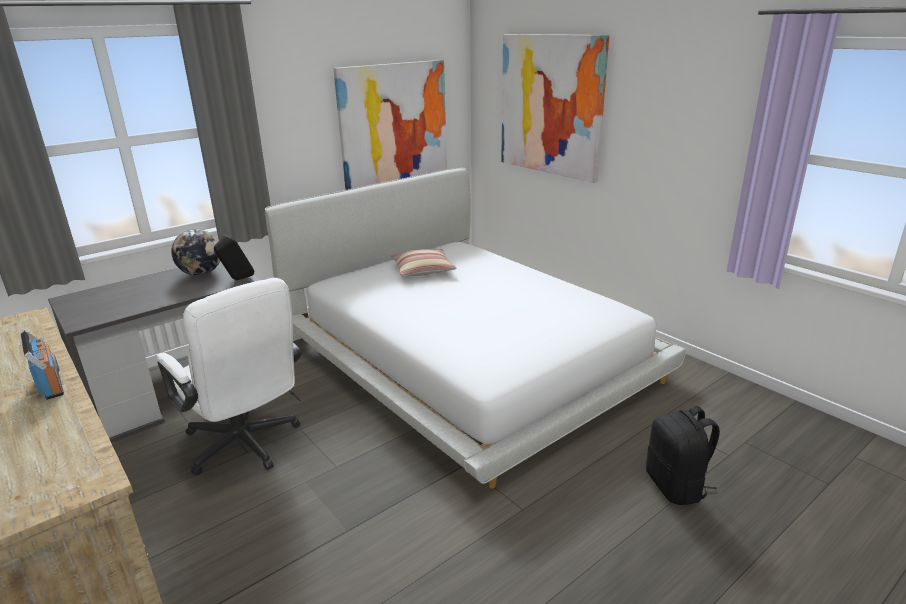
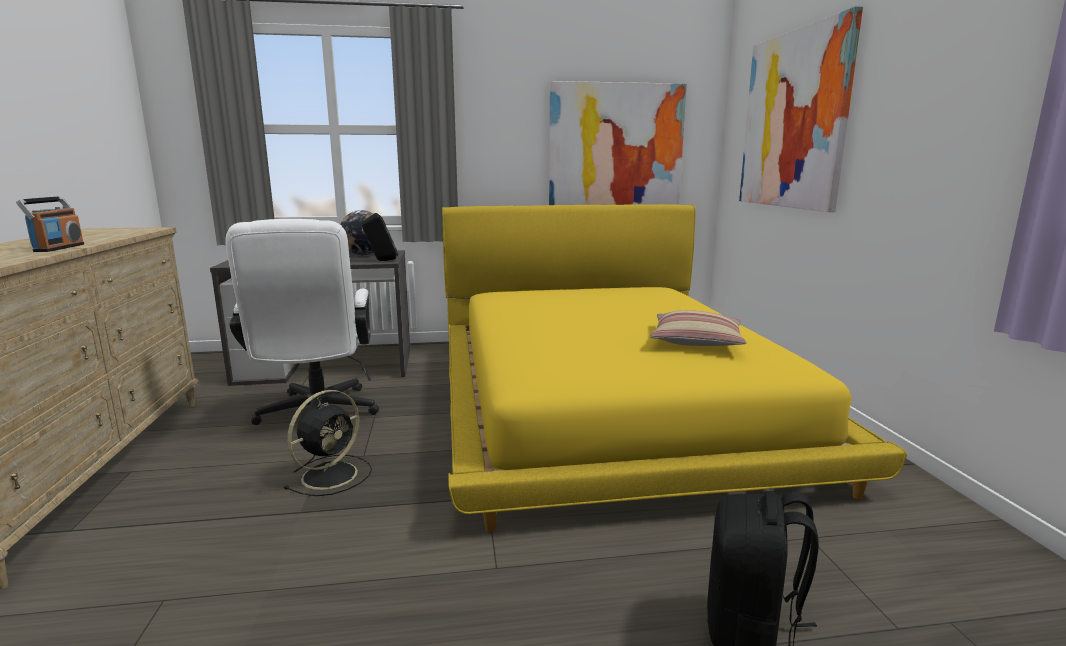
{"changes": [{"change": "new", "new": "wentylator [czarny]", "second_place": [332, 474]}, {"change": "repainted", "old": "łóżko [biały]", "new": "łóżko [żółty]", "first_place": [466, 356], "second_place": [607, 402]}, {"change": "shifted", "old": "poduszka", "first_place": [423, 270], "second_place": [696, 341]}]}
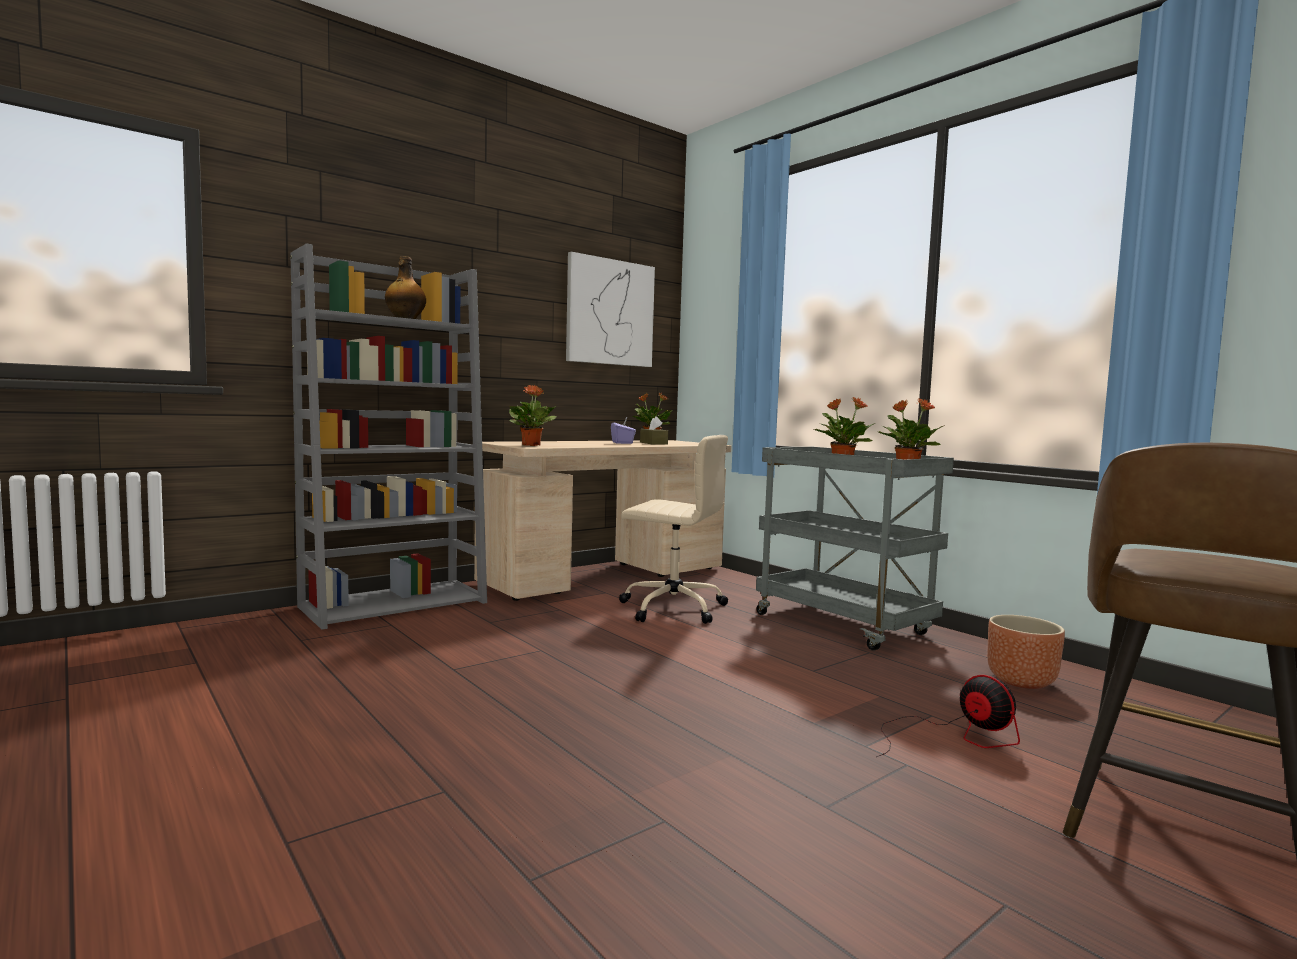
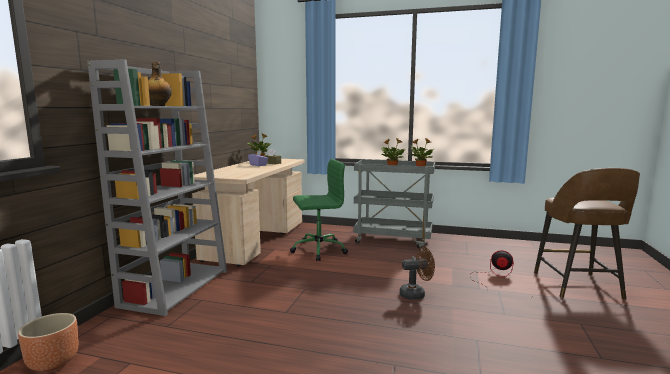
{"changes": [{"change": "shifted", "old": "donica [brązowy]", "first_place": [1020, 681], "second_place": [52, 363]}, {"change": "repainted", "old": "krzesło biurowe [beżowy]", "new": "krzesło biurowe [zielony]", "first_place": [671, 608], "second_place": [318, 250]}, {"change": "new", "new": "wentylator [brązowy]", "second_place": [416, 294]}, {"change": "gone", "old": "roślina doniczkowa", "first_place": [531, 445]}, {"change": "gone", "old": "obraz", "first_place": [610, 312]}]}
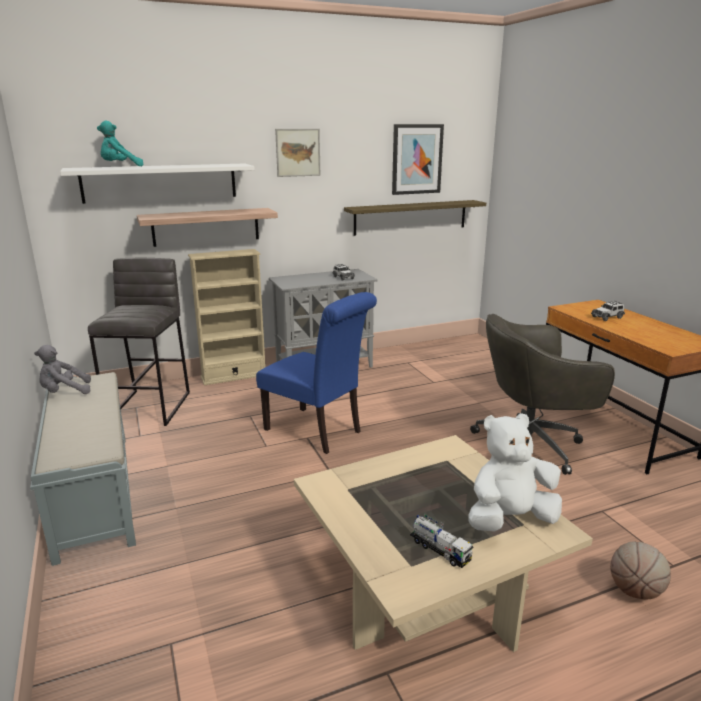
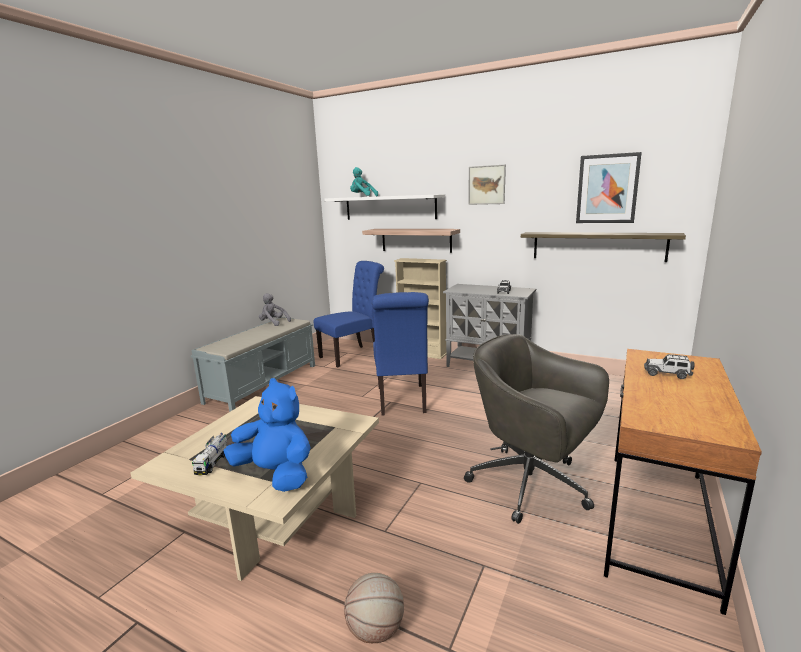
{"changes": [{"change": "repainted", "old": "pluszak [biały]", "new": "pluszak [niebieski]", "first_place": [509, 519], "second_place": [276, 474]}, {"change": "swapped", "old": "stołek [szary]", "new": "krzesło [niebieski]", "first_place": [150, 407], "second_place": [353, 355]}]}
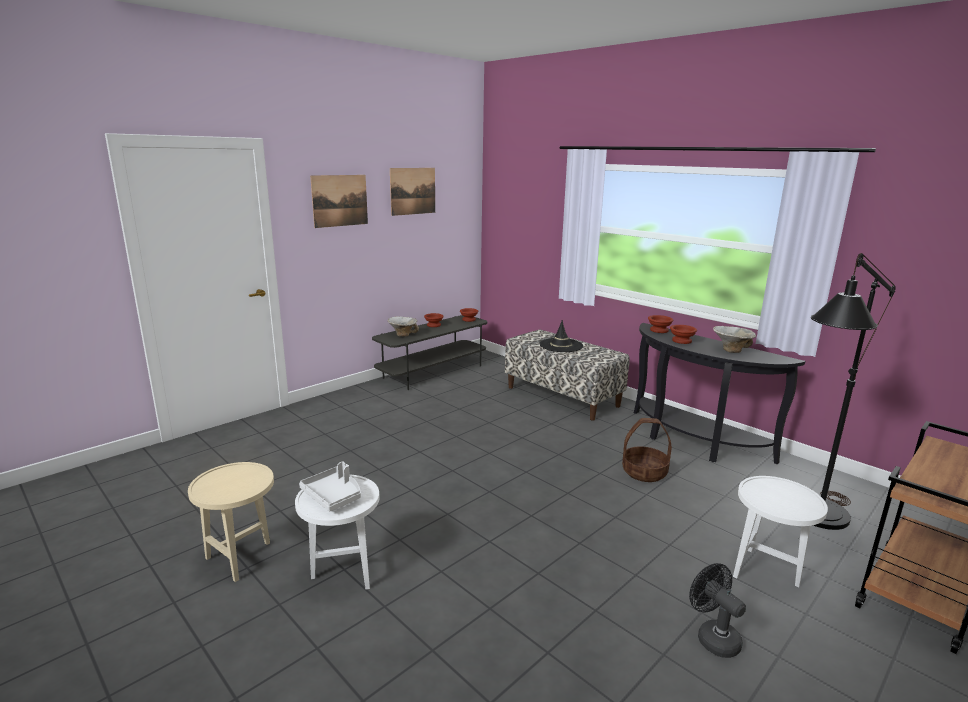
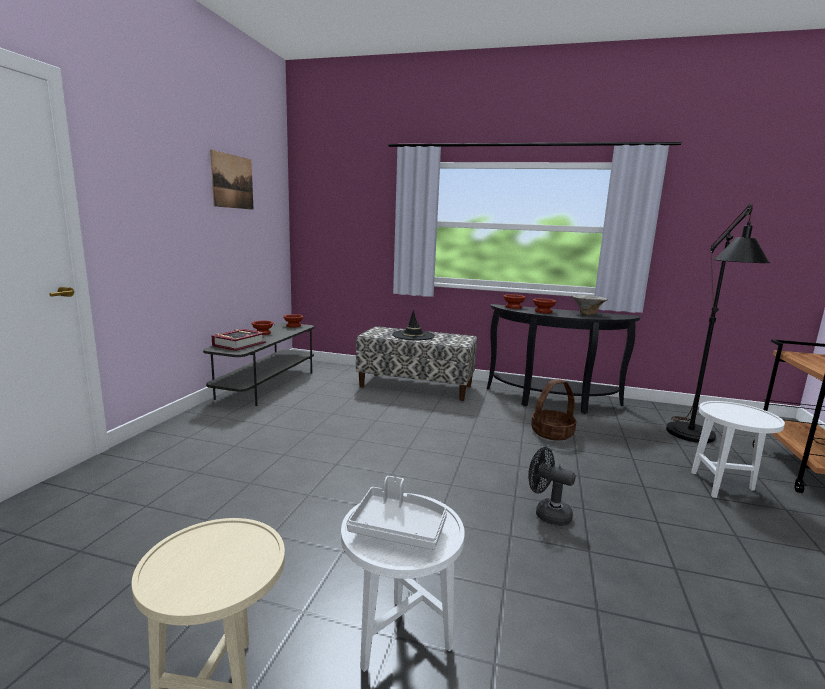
{"changes": [{"change": "swapped", "old": "miska", "new": "książka", "first_place": [403, 335], "second_place": [239, 344]}, {"change": "shifted", "old": "wentylator [czarny]", "first_place": [712, 637], "second_place": [547, 513]}, {"change": "gone", "old": "obraz", "first_place": [340, 200]}]}
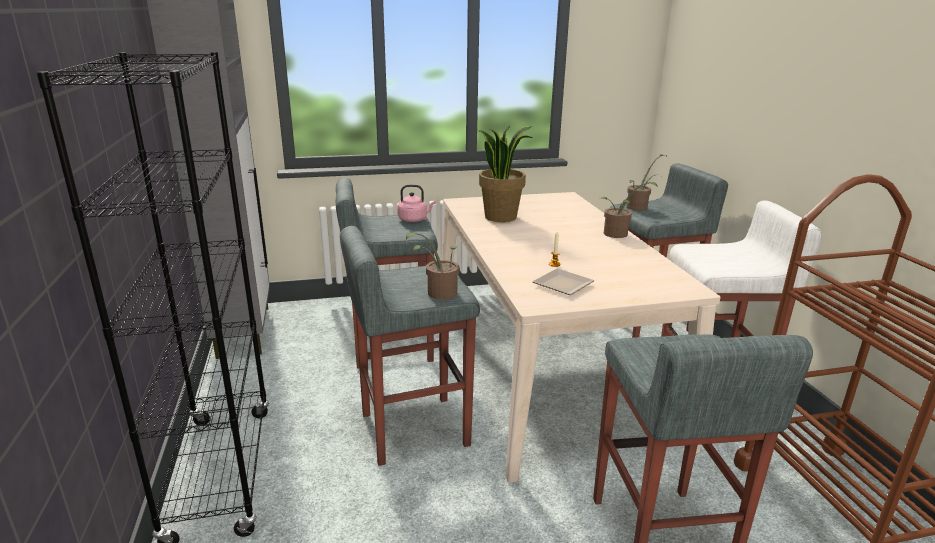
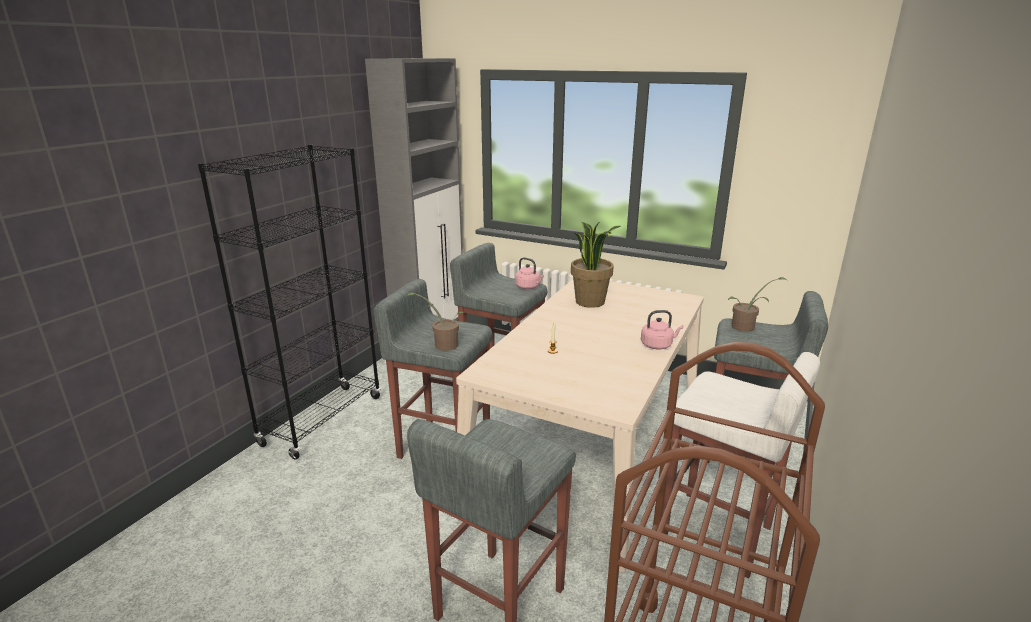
{"changes": [{"change": "swapped", "old": "roślina doniczkowa", "new": "czajnik [różowy]", "first_place": [618, 235], "second_place": [658, 345]}, {"change": "gone", "old": "talerz", "first_place": [563, 286]}]}
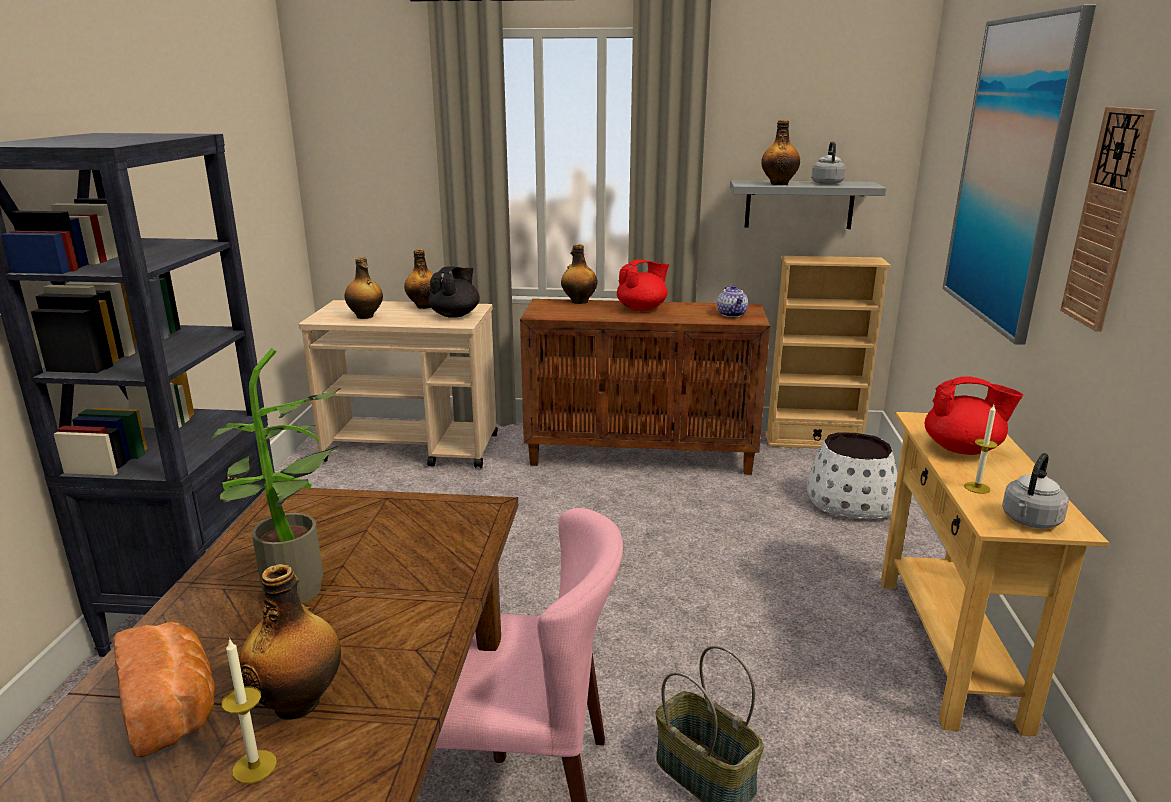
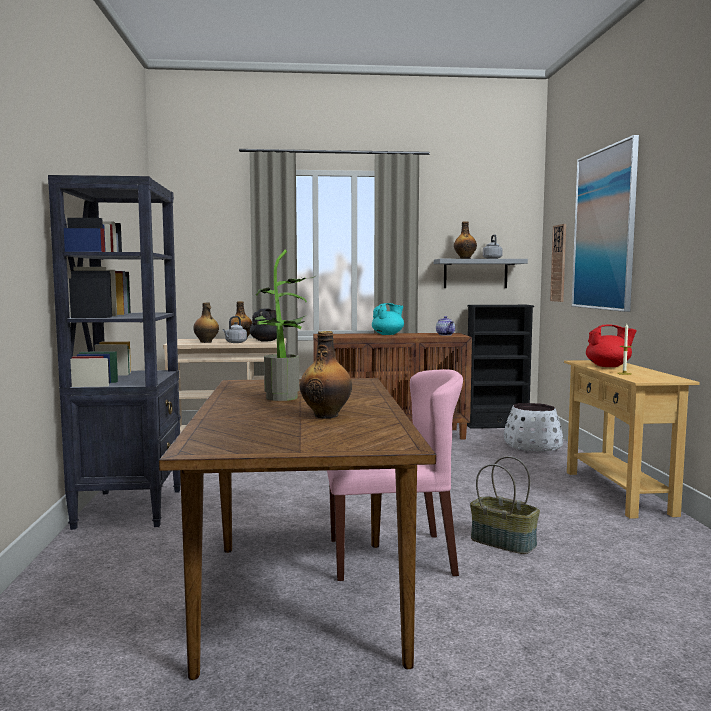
{"changes": [{"change": "shifted", "old": "czajnik [szary]", "first_place": [1029, 521], "second_place": [235, 342]}, {"change": "repainted", "old": "imbryk [czerwony]", "new": "imbryk [turkusowy]", "first_place": [642, 309], "second_place": [388, 334]}, {"change": "repainted", "old": "regał [beżowy]", "new": "regał [czarny]", "first_place": [813, 441], "second_place": [497, 425]}, {"change": "shifted", "old": "zegar ścienny", "first_place": [1106, 219], "second_place": [559, 263]}, {"change": "gone", "old": "chleb", "first_place": [173, 709]}, {"change": "gone", "old": "świeca", "first_place": [254, 767]}, {"change": "gone", "old": "butelka", "first_place": [579, 301]}]}
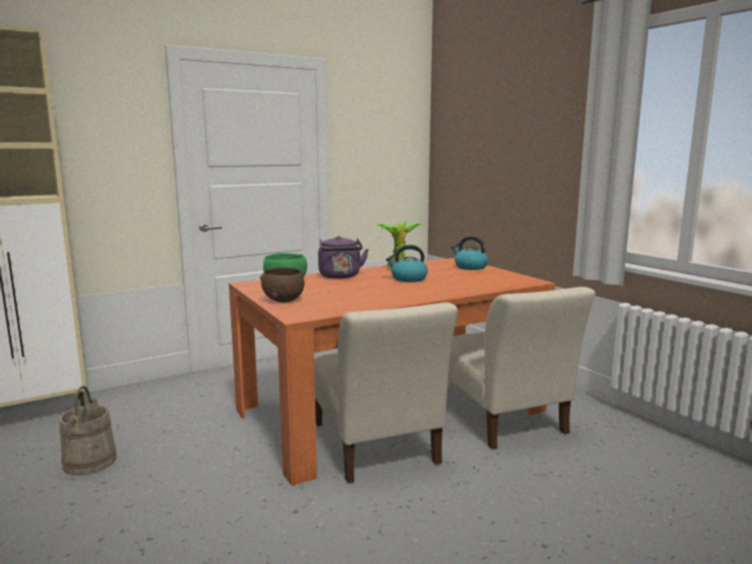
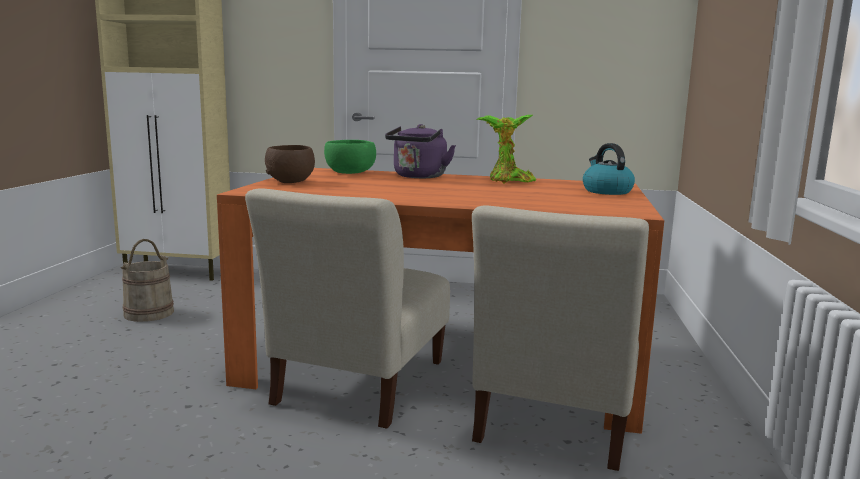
{"changes": [{"change": "gone", "old": "czajnik", "first_place": [408, 279]}]}
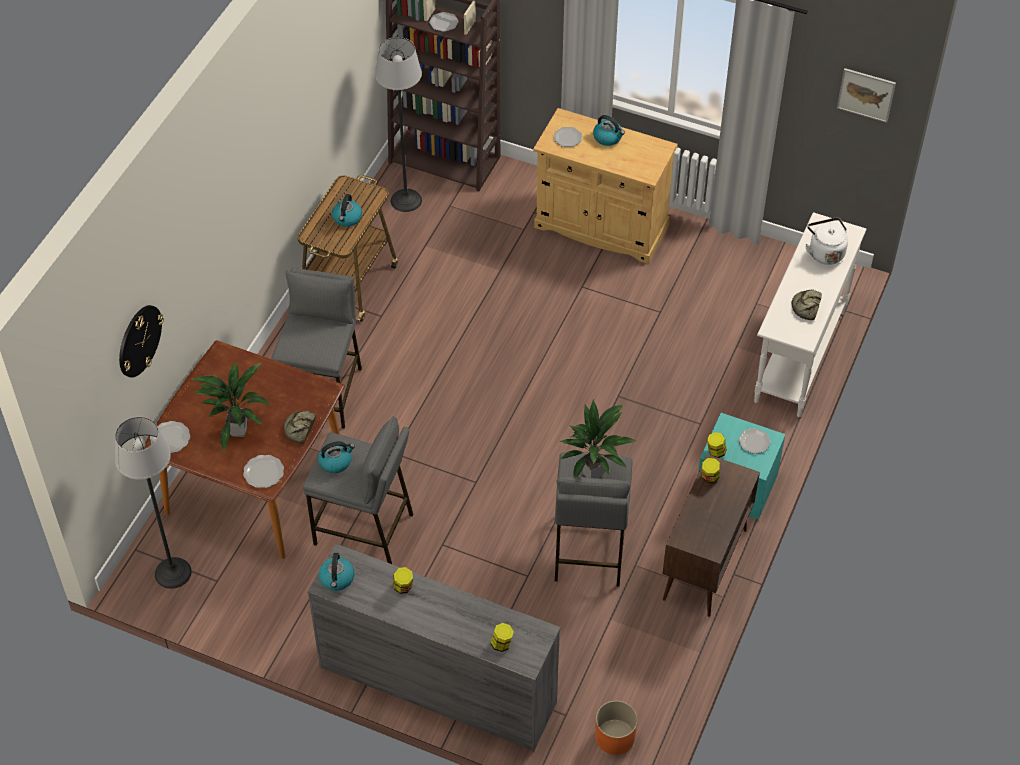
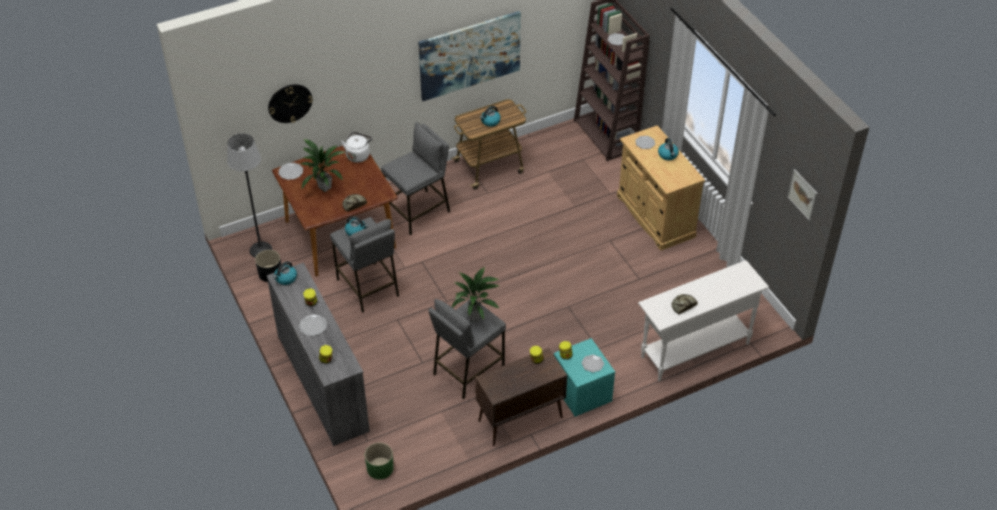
{"changes": [{"change": "new", "new": "donica [czarny]", "second_place": [270, 273]}, {"change": "shifted", "old": "talerz", "first_place": [264, 472], "second_place": [313, 326]}, {"change": "shifted", "old": "czajnik [biały]", "first_place": [825, 252], "second_place": [358, 155]}, {"change": "repainted", "old": "donica [pomarańczowy]", "new": "donica [zielony]", "first_place": [615, 737], "second_place": [380, 468]}, {"change": "new", "new": "obraz", "second_place": [469, 55]}, {"change": "gone", "old": "lampa stojąca", "first_place": [406, 200]}]}
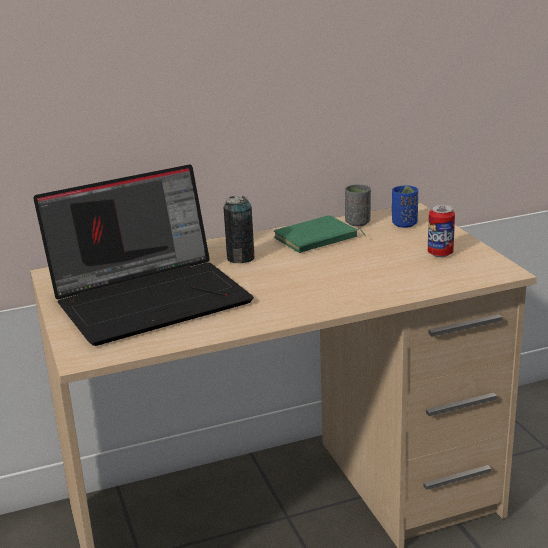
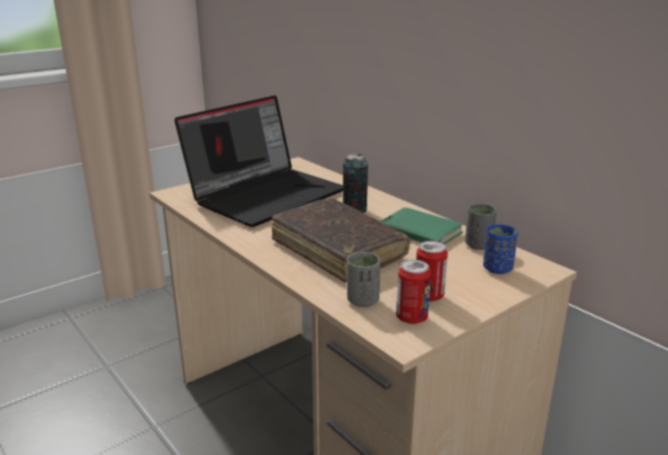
{"changes": [{"change": "rotated", "old": "laptop", "first_place": [152, 298], "second_place": [266, 195], "degrees": -90}, {"change": "new", "new": "książka [brązowy]", "second_place": [338, 250]}, {"change": "new", "new": "filiżanka [szary]", "second_place": [362, 301]}, {"change": "new", "new": "puszka", "second_place": [411, 318]}]}
